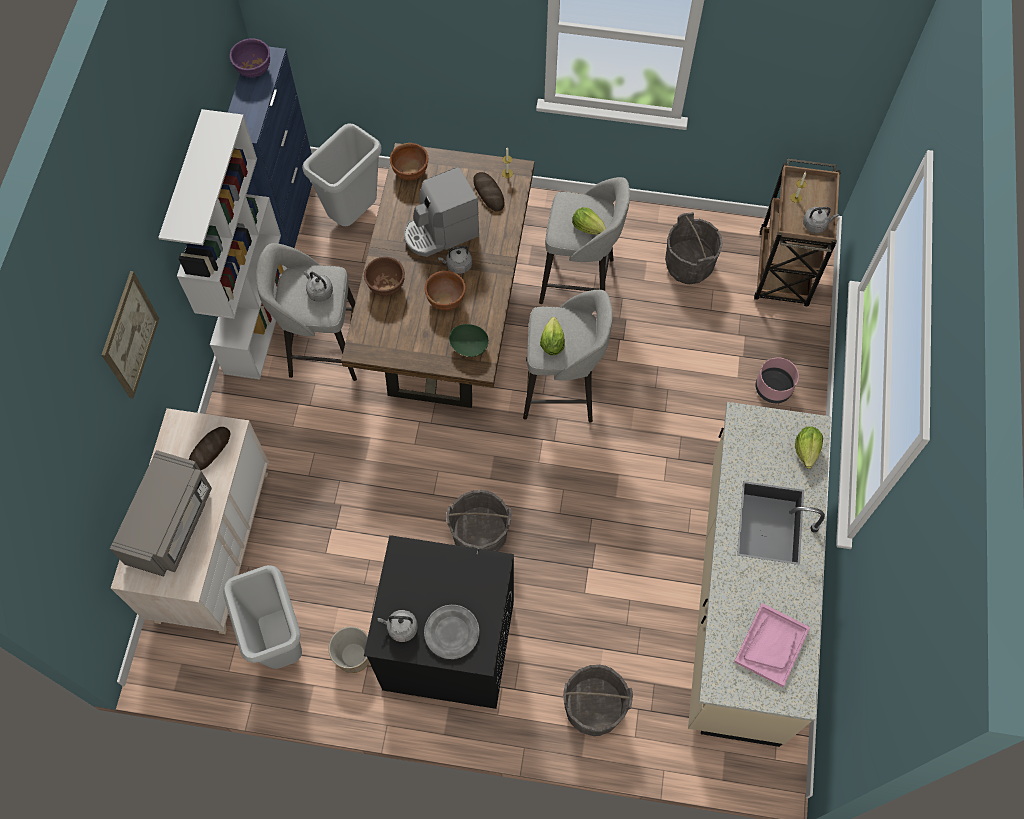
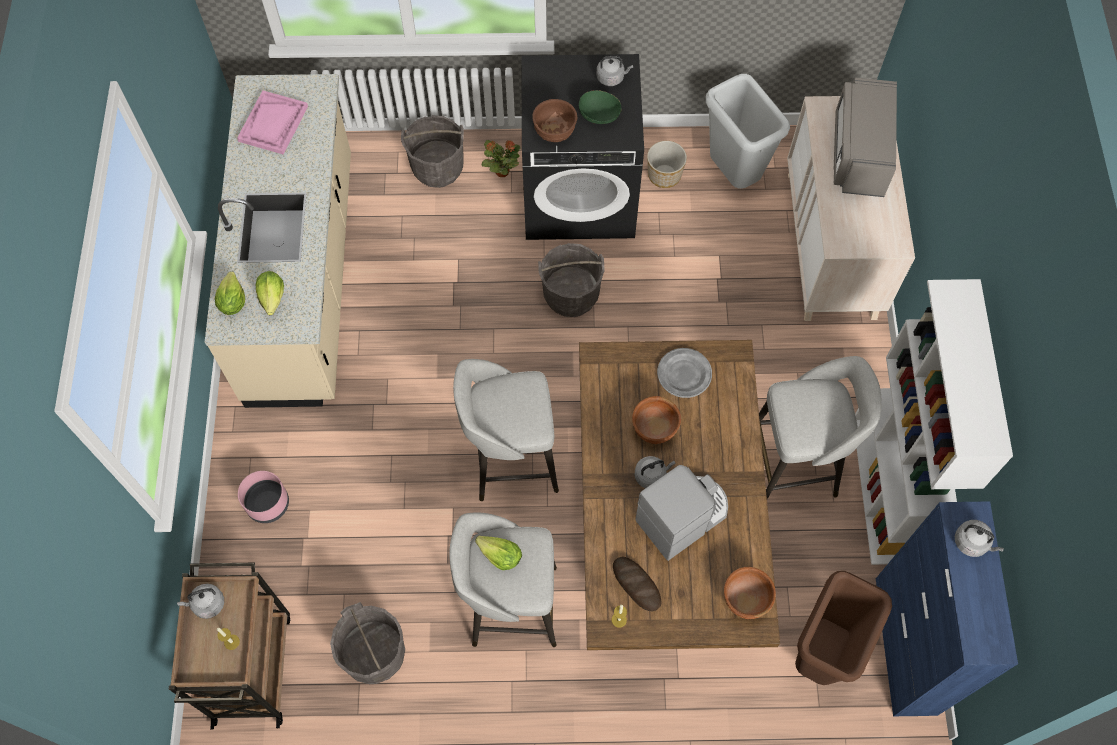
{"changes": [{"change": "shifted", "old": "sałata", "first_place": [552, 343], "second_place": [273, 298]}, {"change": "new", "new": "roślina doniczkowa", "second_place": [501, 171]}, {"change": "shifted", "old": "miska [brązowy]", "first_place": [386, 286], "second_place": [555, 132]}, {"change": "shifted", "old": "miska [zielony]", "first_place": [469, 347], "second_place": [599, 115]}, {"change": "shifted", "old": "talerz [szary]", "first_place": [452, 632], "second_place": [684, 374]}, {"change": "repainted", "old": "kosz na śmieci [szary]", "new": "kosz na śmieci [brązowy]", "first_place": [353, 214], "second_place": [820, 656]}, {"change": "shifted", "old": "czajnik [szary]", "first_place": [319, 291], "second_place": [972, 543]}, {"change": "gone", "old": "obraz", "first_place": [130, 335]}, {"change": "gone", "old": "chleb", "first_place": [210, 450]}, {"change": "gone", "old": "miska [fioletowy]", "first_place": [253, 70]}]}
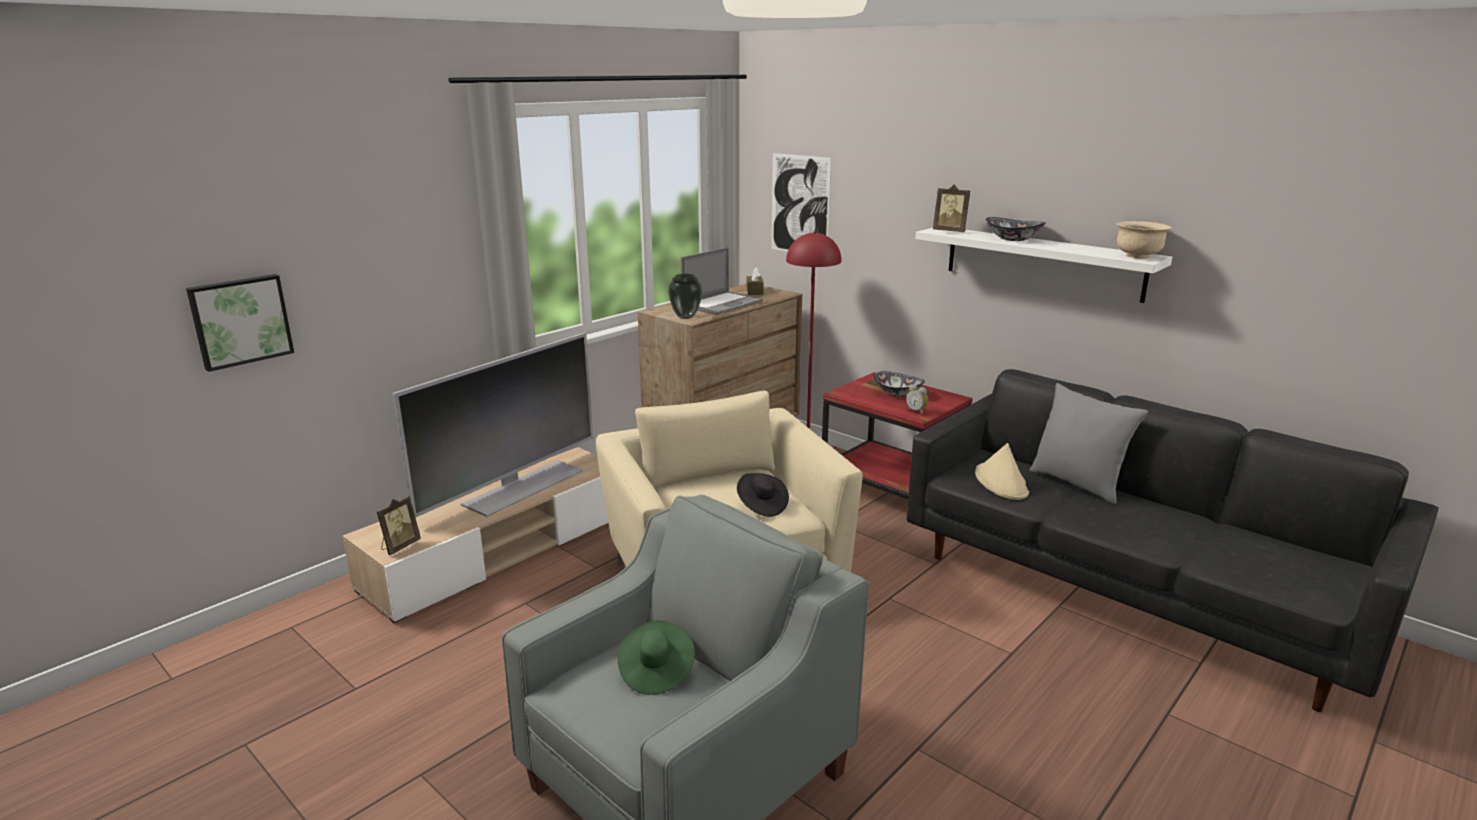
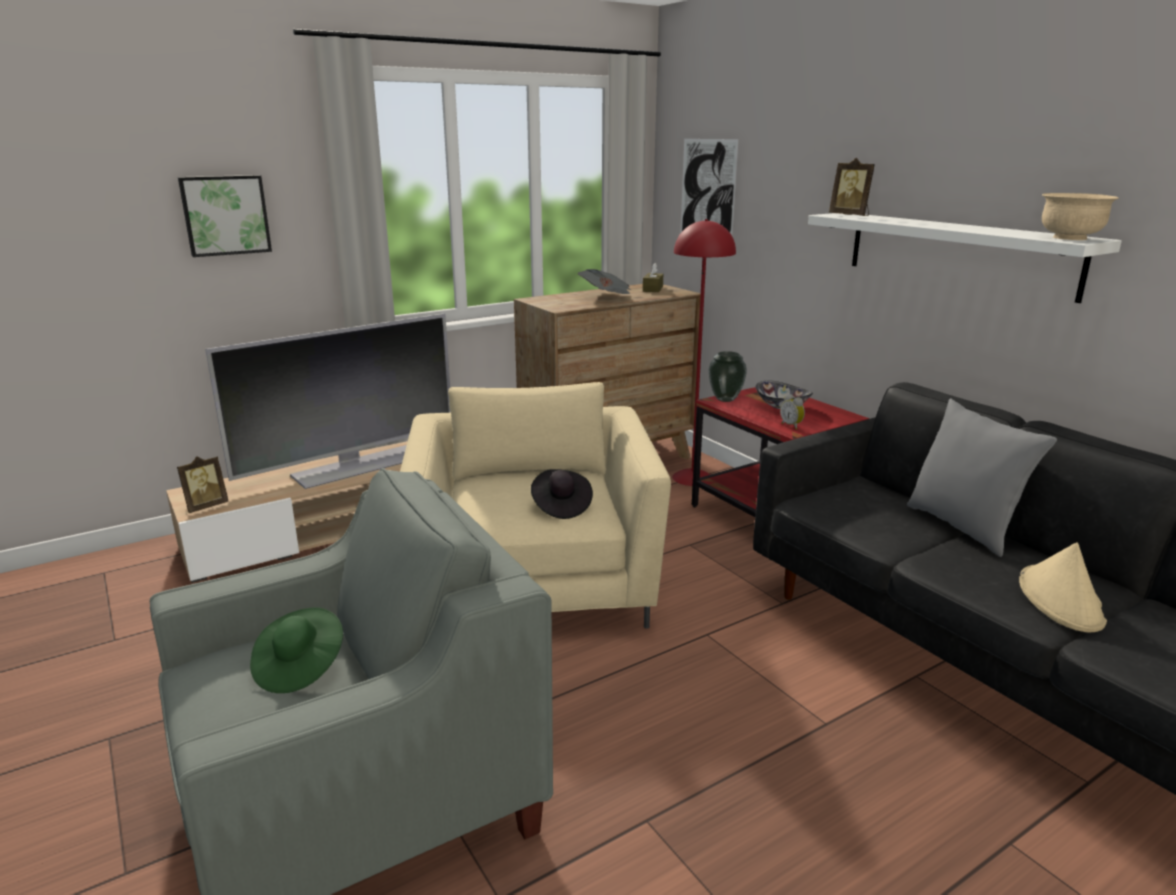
{"changes": [{"change": "shifted", "old": "obraz", "first_place": [240, 321], "second_place": [225, 215]}, {"change": "swapped", "old": "laptop", "new": "gazeta", "first_place": [722, 304], "second_place": [607, 297]}, {"change": "shifted", "old": "wazon", "first_place": [685, 317], "second_place": [725, 399]}, {"change": "shifted", "old": "kapelusz [beżowy]", "first_place": [1001, 482], "second_place": [1060, 600]}, {"change": "gone", "old": "miska", "first_place": [1013, 239]}]}
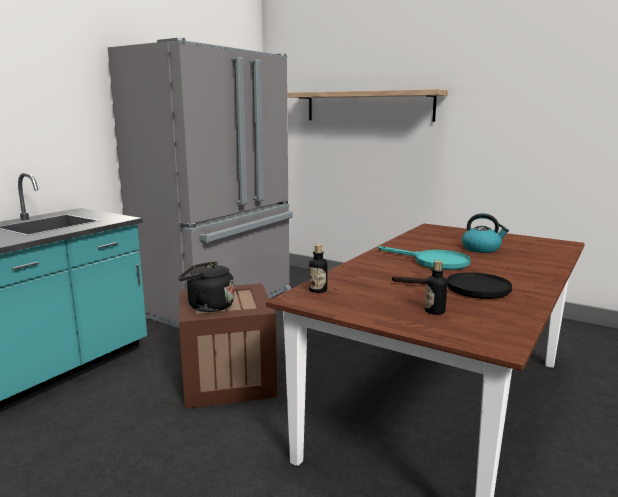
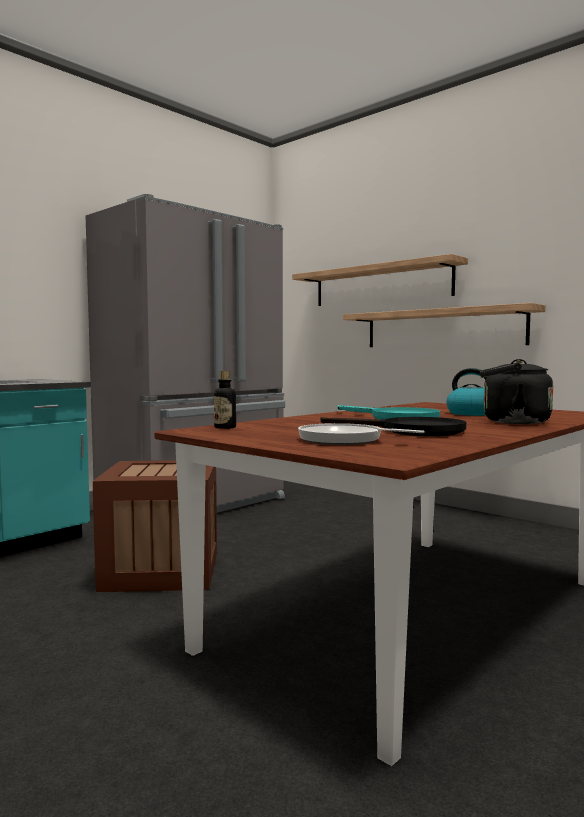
{"changes": [{"change": "swapped", "old": "butelka", "new": "patelnia", "first_place": [434, 311], "second_place": [345, 440]}, {"change": "new", "new": "półka", "second_place": [442, 328]}, {"change": "shifted", "old": "czajnik [czarny]", "first_place": [208, 306], "second_place": [511, 422]}]}
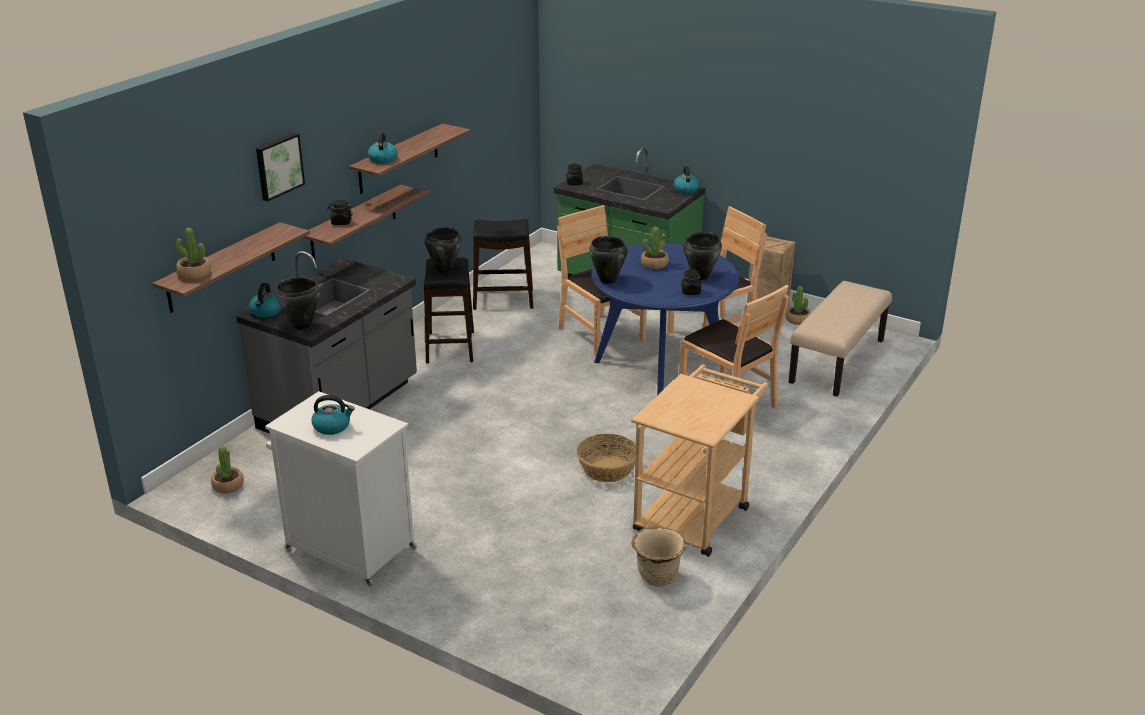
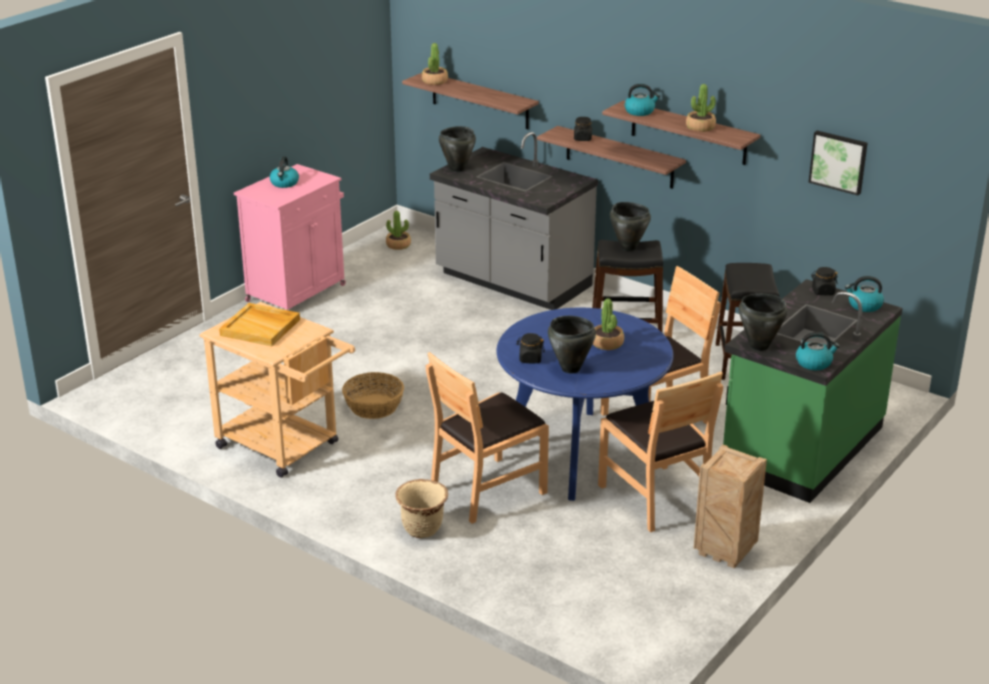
{"changes": [{"change": "new", "new": "taca [beżowy]", "second_place": [261, 327]}, {"change": "repainted", "old": "szafka [biały]", "new": "szafka [różowy]", "first_place": [348, 549], "second_place": [297, 292]}, {"change": "shifted", "old": "donica [beżowy]", "first_place": [657, 577], "second_place": [422, 529]}, {"change": "shifted", "old": "roślina doniczkowa", "first_place": [797, 320], "second_place": [700, 127]}, {"change": "shifted", "old": "garnek [czarny]", "first_place": [607, 280], "second_place": [758, 346]}, {"change": "shifted", "old": "obraz", "first_place": [278, 166], "second_place": [839, 161]}, {"change": "shifted", "old": "czajnik", "first_place": [266, 312], "second_place": [864, 305]}, {"change": "gone", "old": "ławka [beżowy]", "first_place": [838, 362]}]}
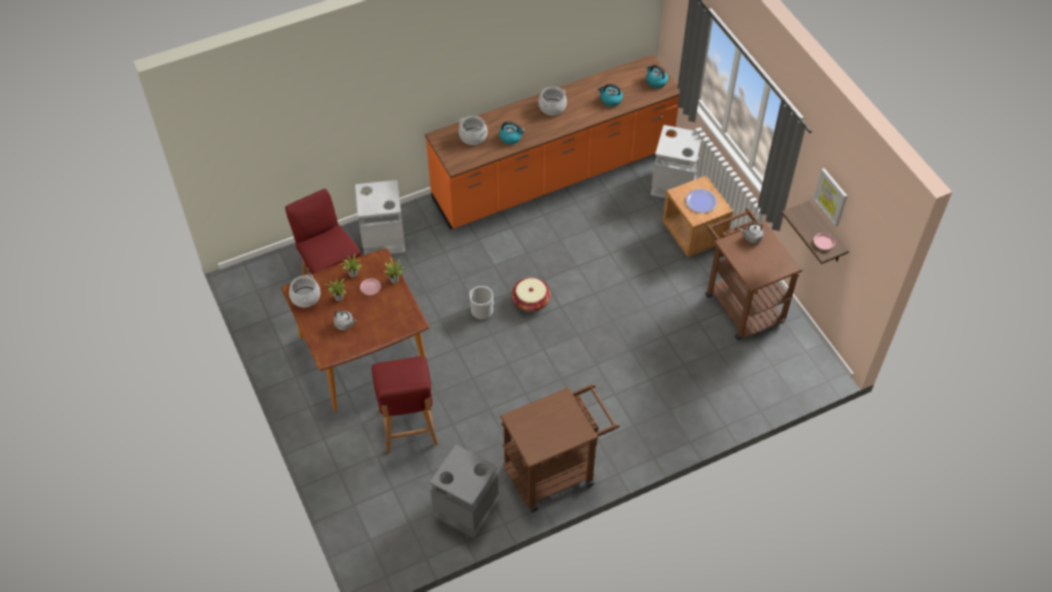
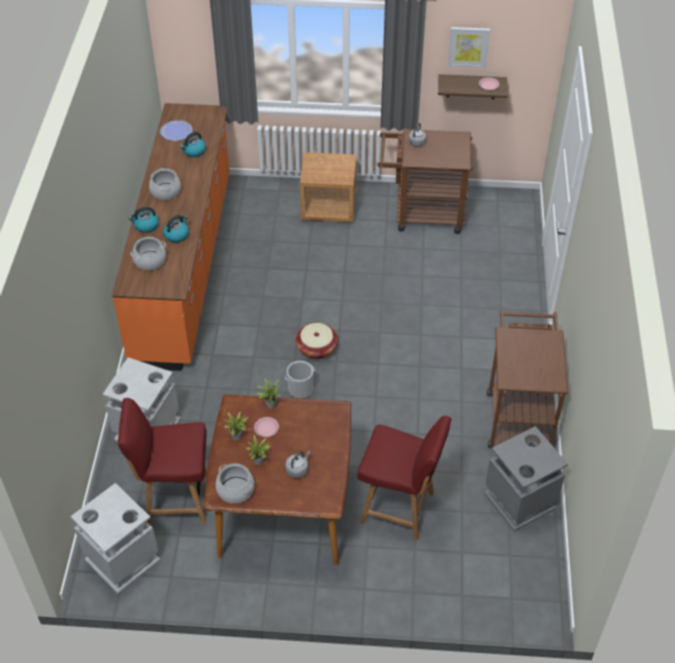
{"changes": [{"change": "shifted", "old": "kosz na śmieci [szary]", "first_place": [673, 184], "second_place": [121, 560]}, {"change": "shifted", "old": "czajnik", "first_place": [656, 81], "second_place": [146, 226]}, {"change": "shifted", "old": "talerz", "first_place": [700, 201], "second_place": [176, 131]}]}
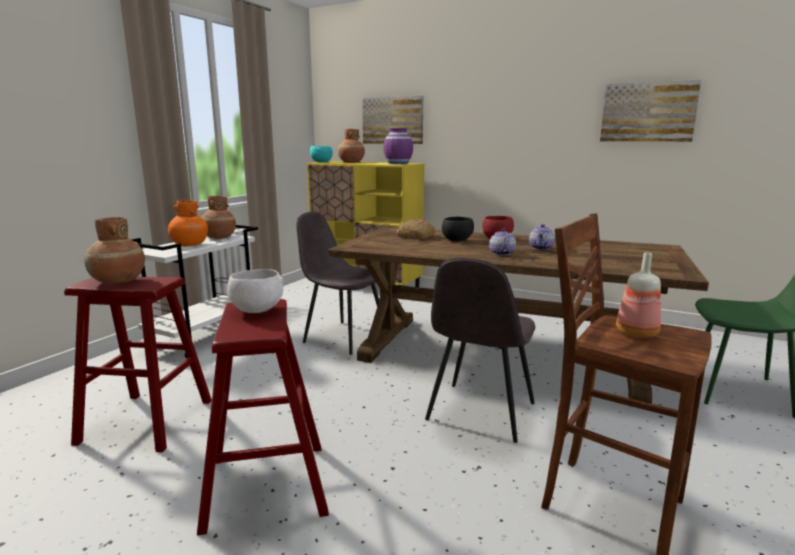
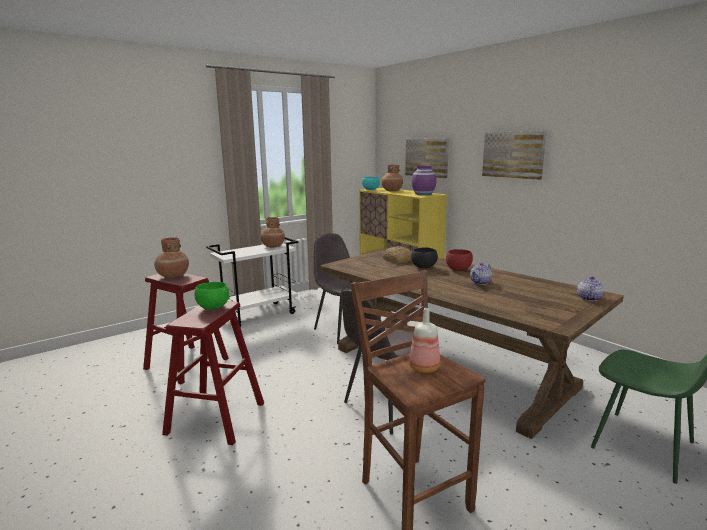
{"changes": [{"change": "repainted", "old": "miska [biały]", "new": "miska [zielony]", "first_place": [256, 310], "second_place": [212, 307]}, {"change": "shifted", "old": "obraz", "first_place": [648, 112], "second_place": [513, 154]}, {"change": "shifted", "old": "imbryk", "first_place": [501, 253], "second_place": [588, 298]}, {"change": "gone", "old": "wazon [pomarańczowy]", "first_place": [189, 245]}]}
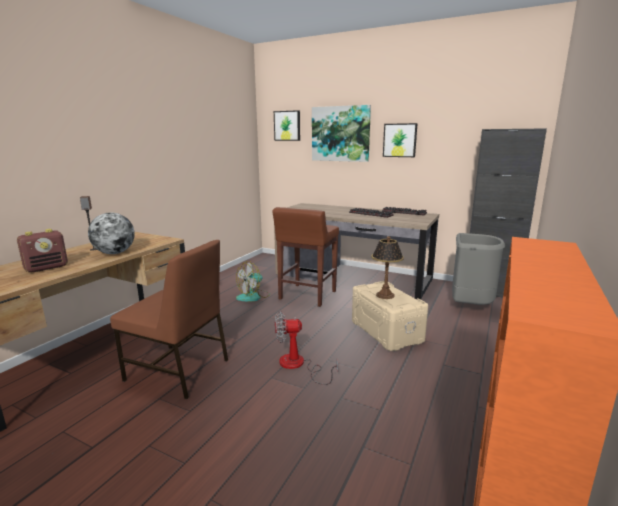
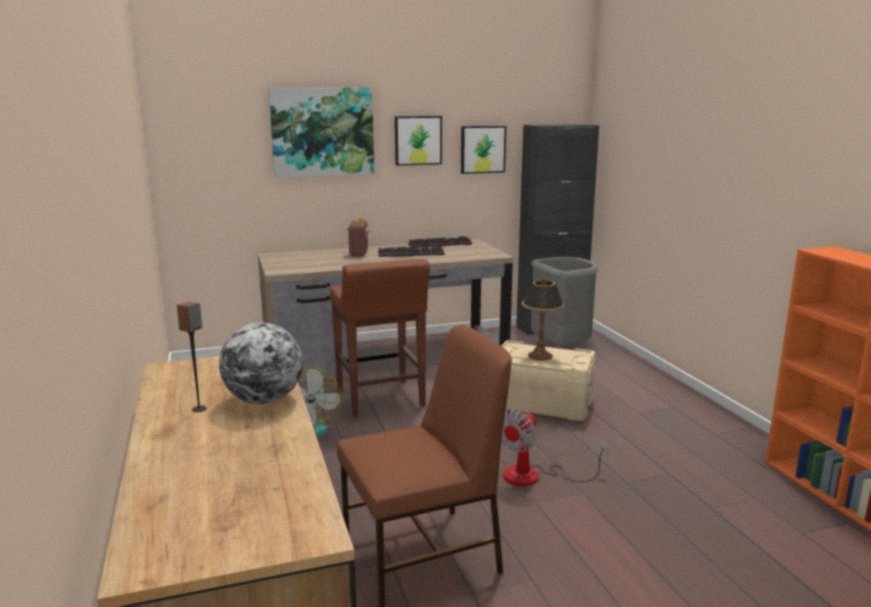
{"changes": [{"change": "shifted", "old": "radio", "first_place": [47, 268], "second_place": [358, 253]}, {"change": "shifted", "old": "obraz", "first_place": [287, 126], "second_place": [482, 149]}]}
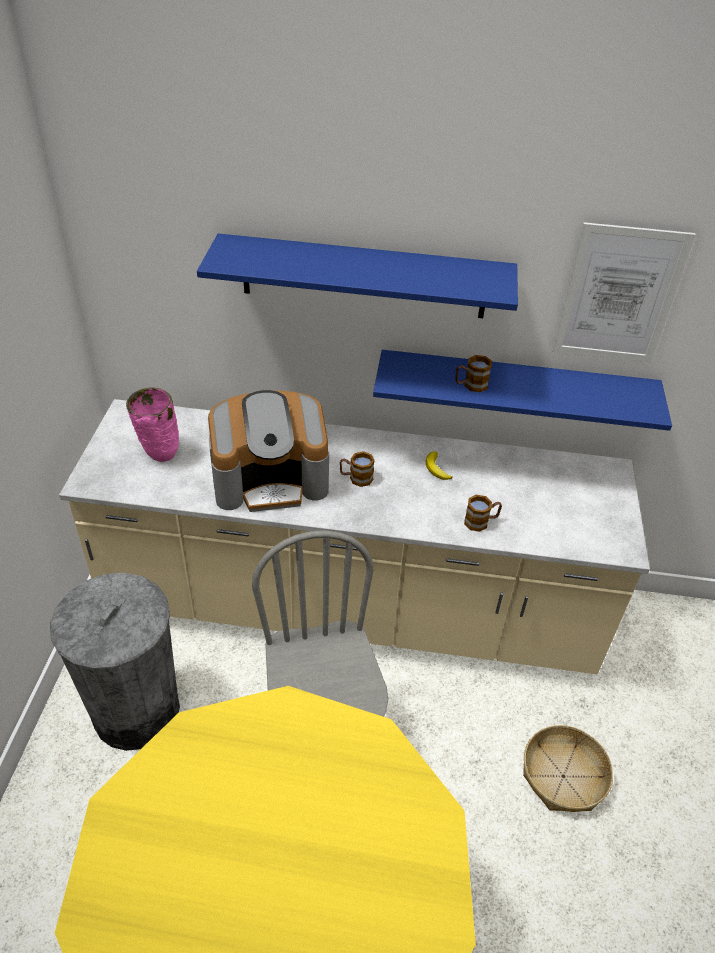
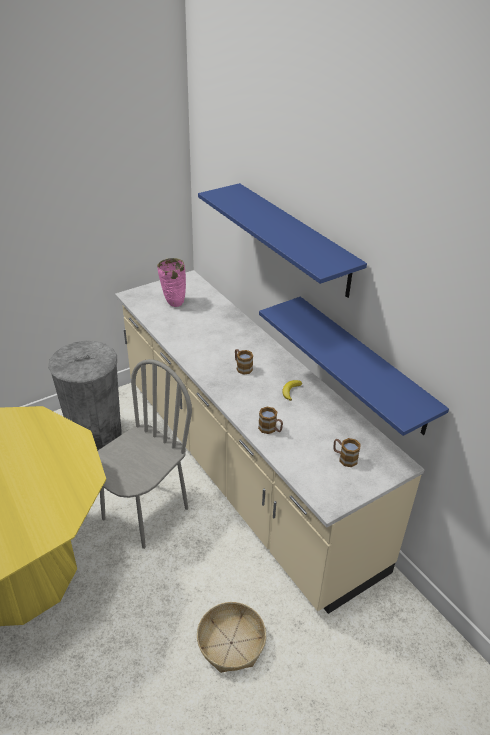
{"changes": [{"change": "shifted", "old": "kubek", "first_place": [470, 385], "second_place": [344, 458]}, {"change": "gone", "old": "ekspres do kawy", "first_place": [271, 479]}, {"change": "gone", "old": "obraz", "first_place": [619, 295]}]}
